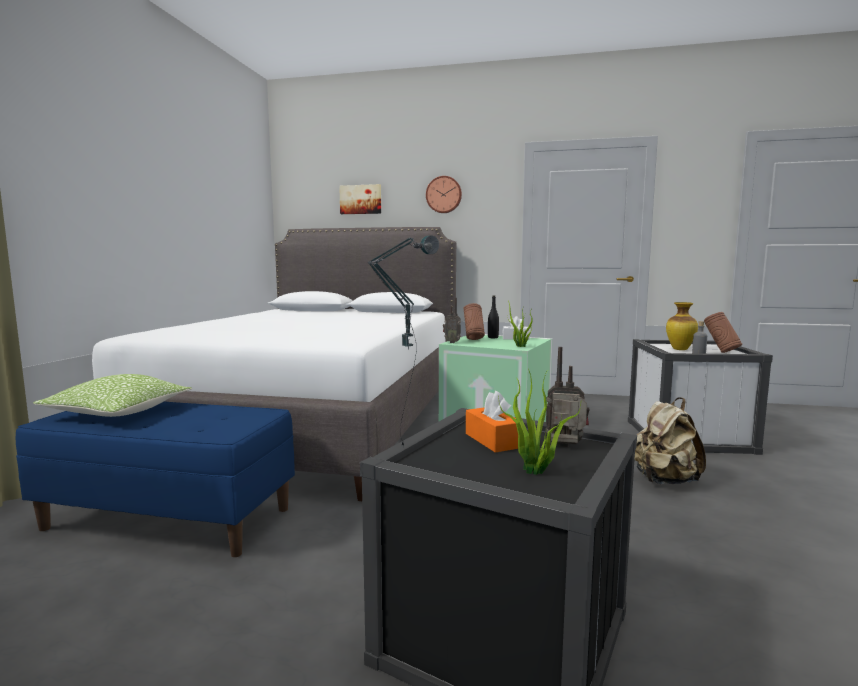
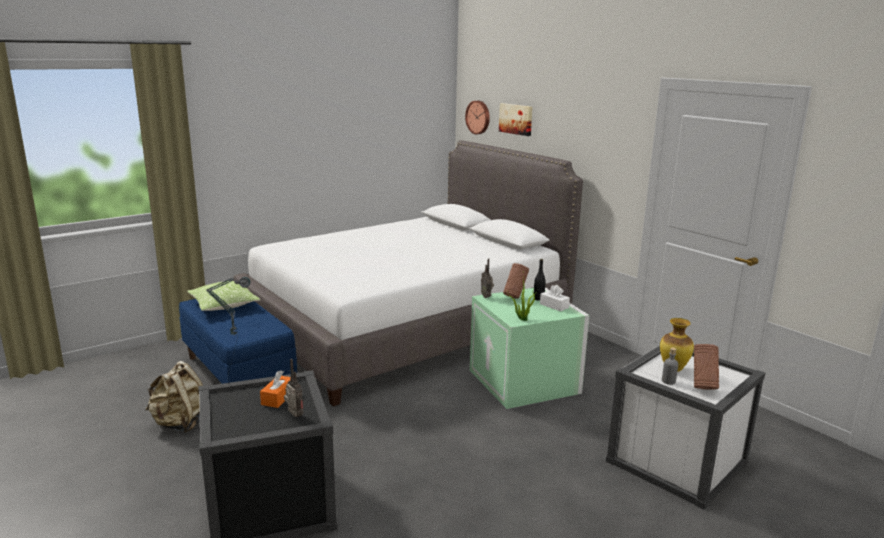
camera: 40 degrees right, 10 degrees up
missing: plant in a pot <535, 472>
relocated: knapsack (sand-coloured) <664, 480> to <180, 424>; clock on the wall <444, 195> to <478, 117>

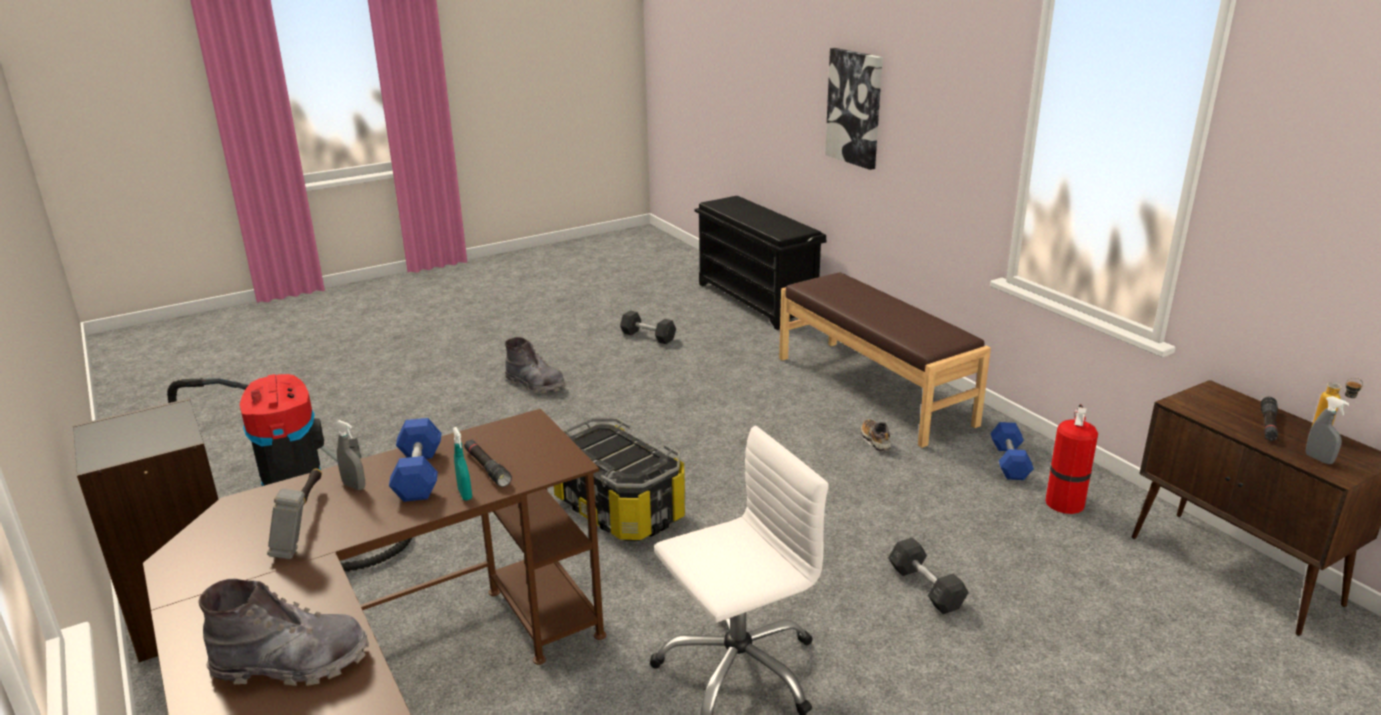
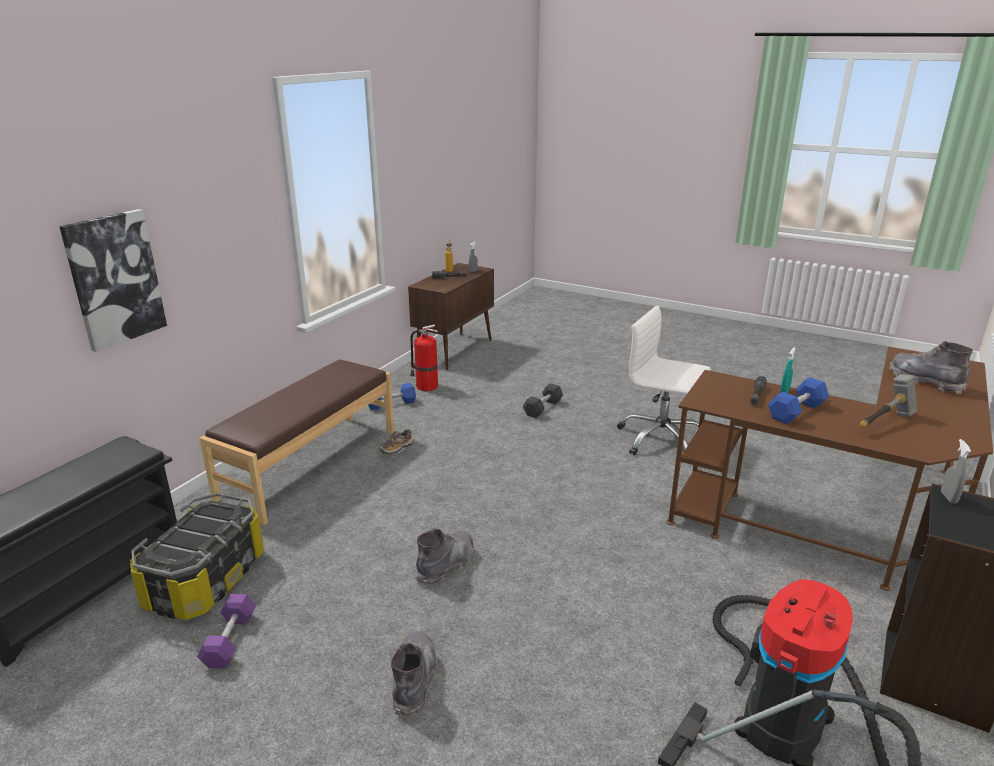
camera: 120 degrees left, 0 degrees up
appeared: boot (greyish) <446, 565>
relocated: storage box <620, 508> to <205, 580>; sprayer (greyish) <354, 486> to <948, 497>
colour: dumbbell (greyish) <648, 336> to dumbbell (purplish) <230, 640>

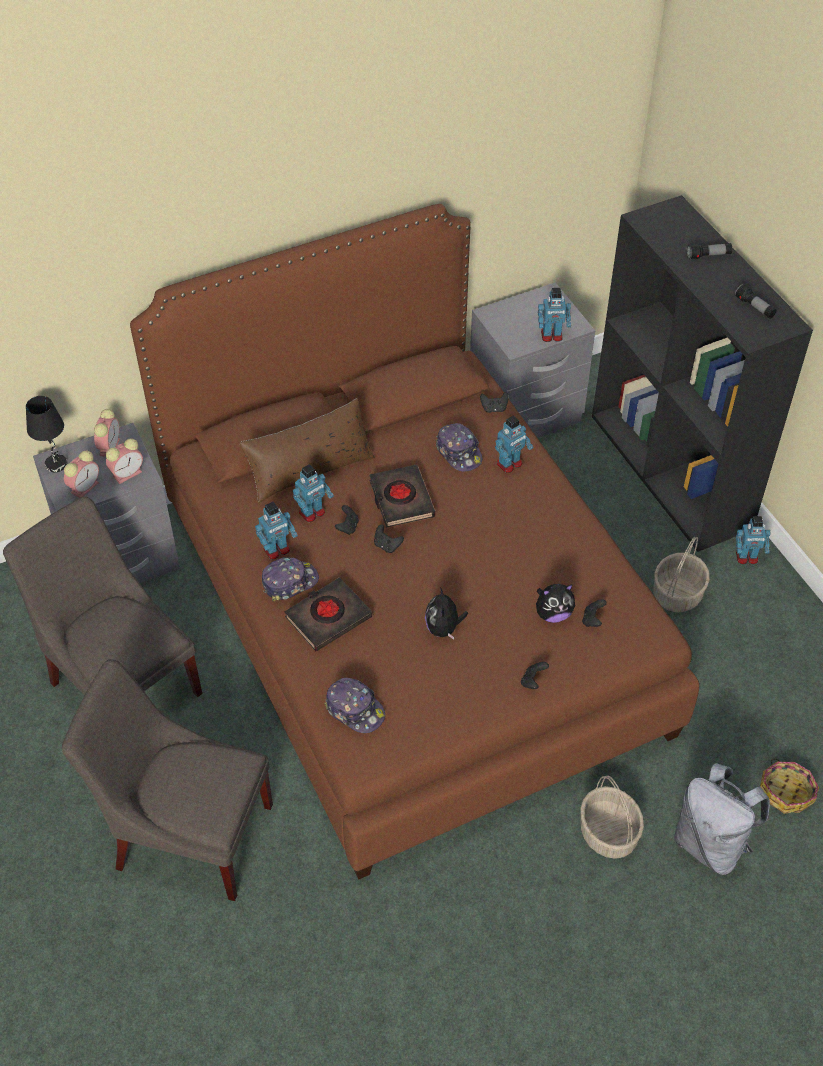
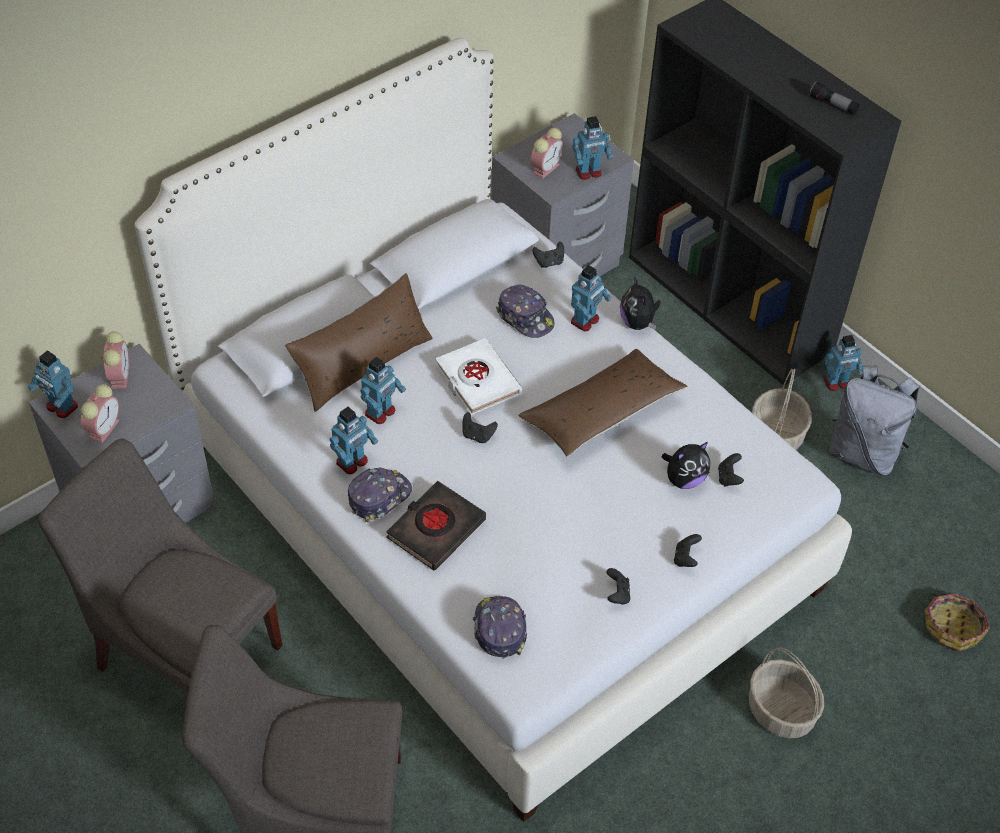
camera: 15 degrees left, 0 degrees up
missing: hand torch <708, 256>
appeared: throw pillow (brown) <601, 412>
relocated: table clock <128, 473> to <546, 168>; joypad (black-coloured) <347, 527> to <617, 594>; cuddly toy <443, 629> to <638, 323>; knapsack (greyish) <711, 843> to <863, 452>
exchanged: tabletop lamp (black-coloured) <57, 464> to model robot <61, 407>
colour: bedroom bed (brown) <410, 617> to bedroom bed (white) <495, 514>; book (black-coloured) <401, 499> to book (white) <477, 381>
spun: peaked cap <355, 710> = <499, 629> 120 degrees counterclockwise

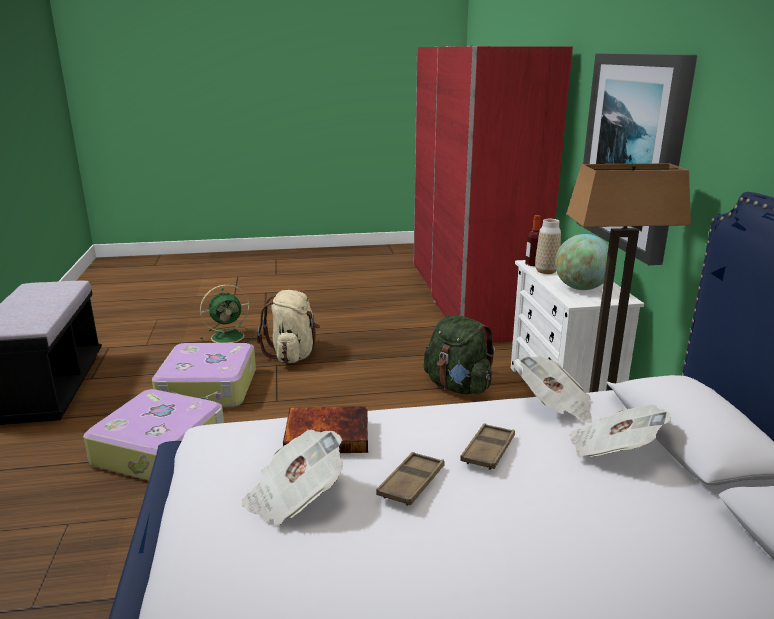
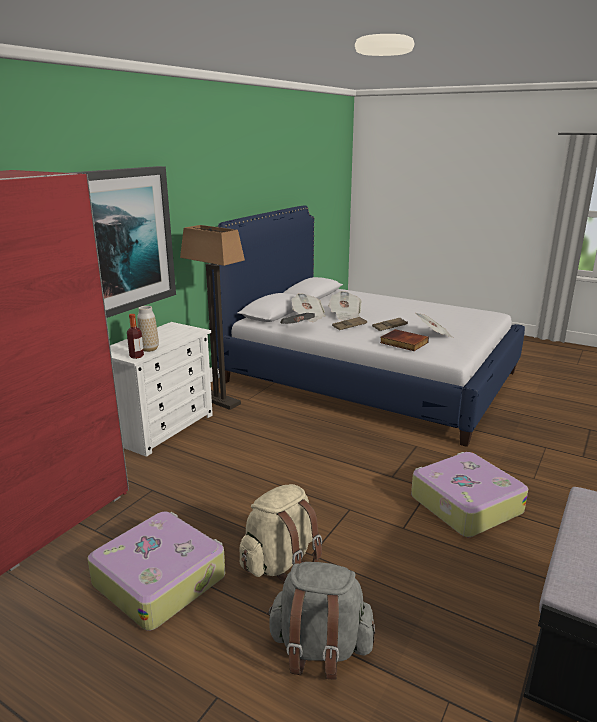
camera: 140 degrees left, 0 degrees up
missing: knapsack (green-coloured) <457, 387>; globe <580, 288>
appeared: printed paper <344, 315>
relocated: suitcase <209, 388> to <160, 579>
exchanged: electric fan (green-coloured) <229, 336> to knapsack (greyish) <319, 649>

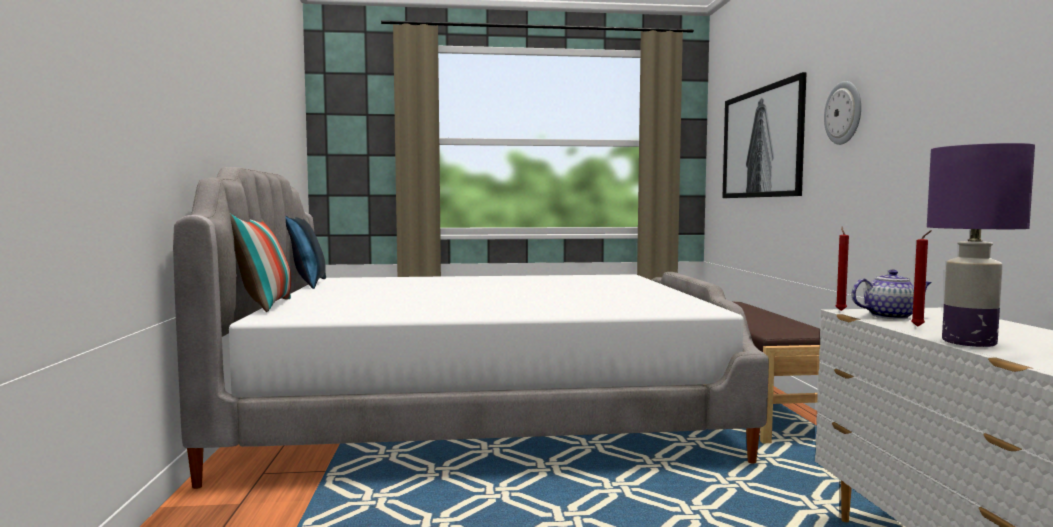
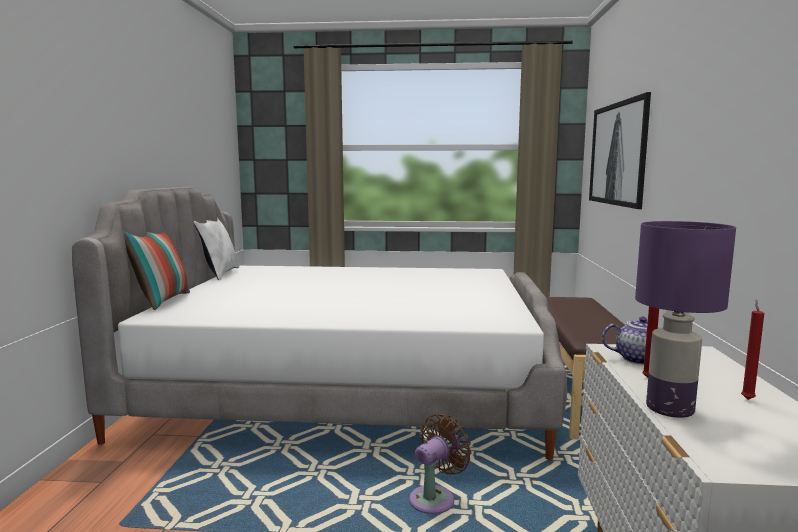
camera: 10 degrees right, 5 degrees up
missing: clock on the wall <844, 113>
appeared: electric fan (brown) <435, 498>
relocated: wax candle (reddish) <840, 310> to <747, 399>
colour: throw pillow (blue-coloured) <305, 284> to throw pillow (white) <218, 274>

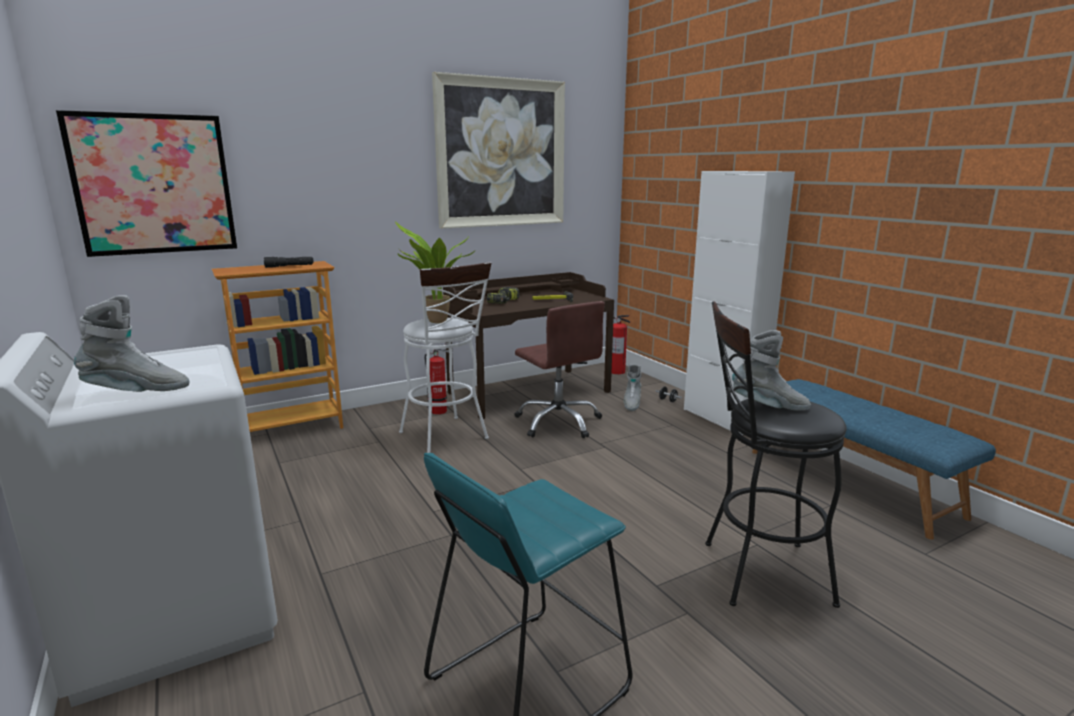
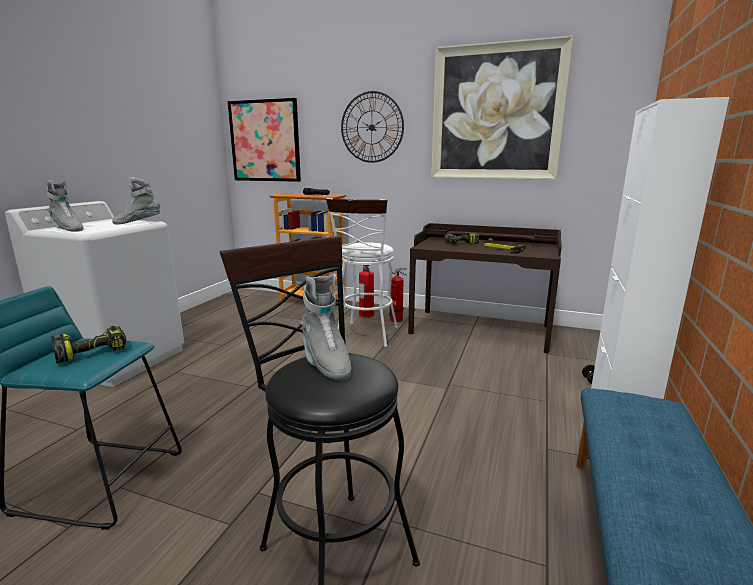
camera: 50 degrees right, 0 degrees up
missing: plant in a pot <436, 322>; office chair (brown) <558, 422>
appeared: electric drill <92, 351>; clock on the wall <371, 127>
relocated: boot (greyish) <631, 404> to <138, 223>; extinguisher <616, 371> to <366, 314>

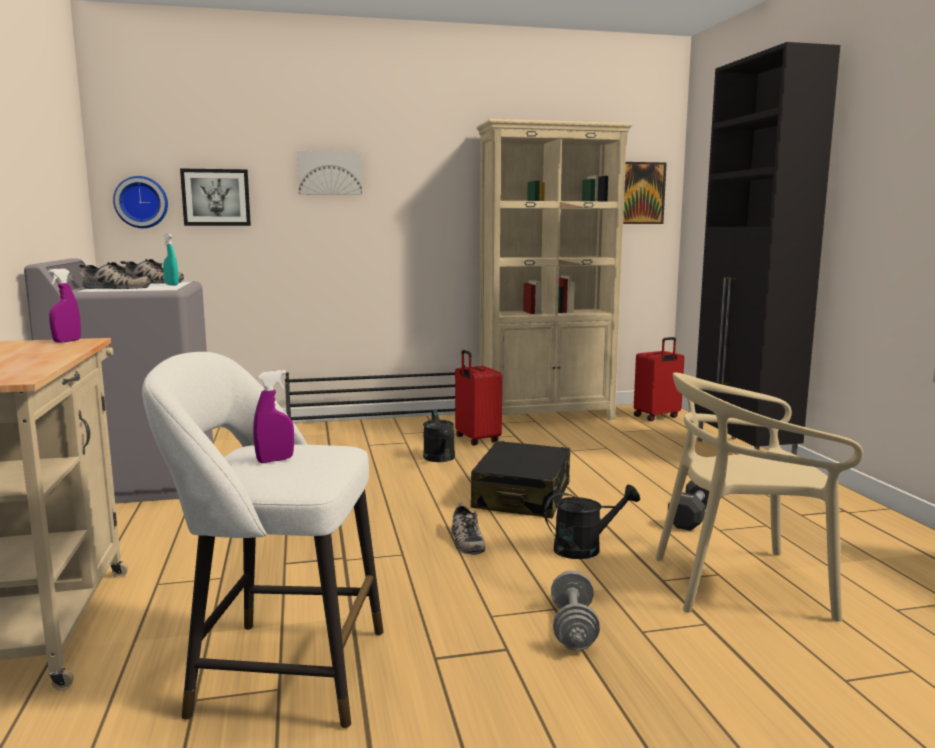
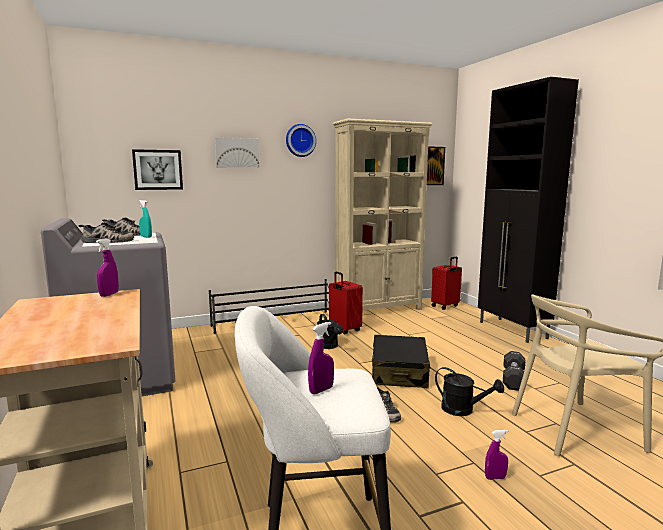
camera: 10 degrees left, 0 degrees up
relocated: clock on the wall <141, 202> to <300, 140>
exchanged: dumbbell (greyish) <573, 628> to sprayer (purplish) <495, 477>
spun: sprinkling can (black-coloured) <585, 548> = <463, 410> 60 degrees clockwise

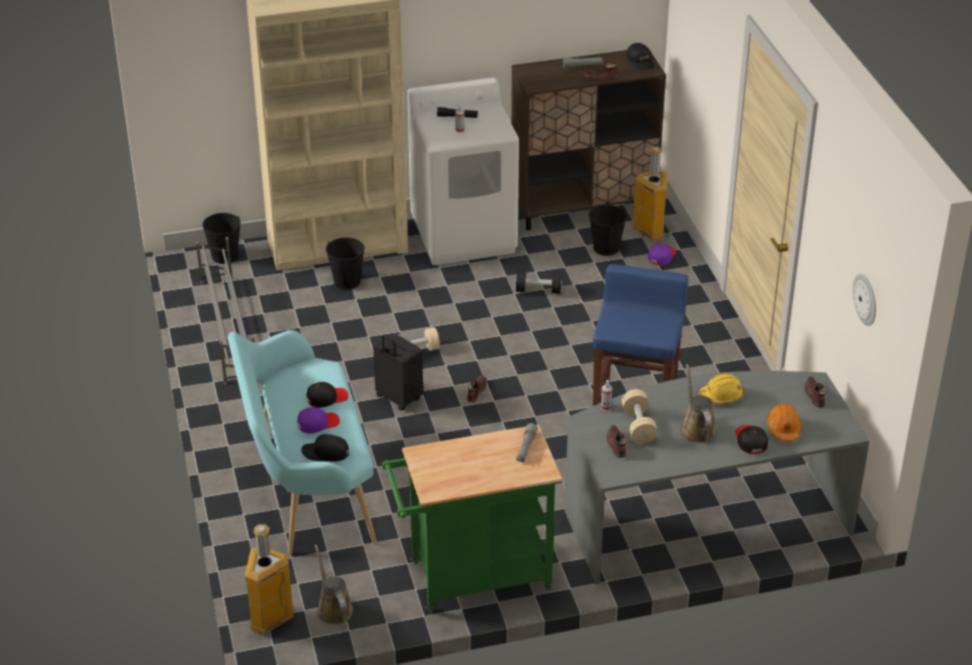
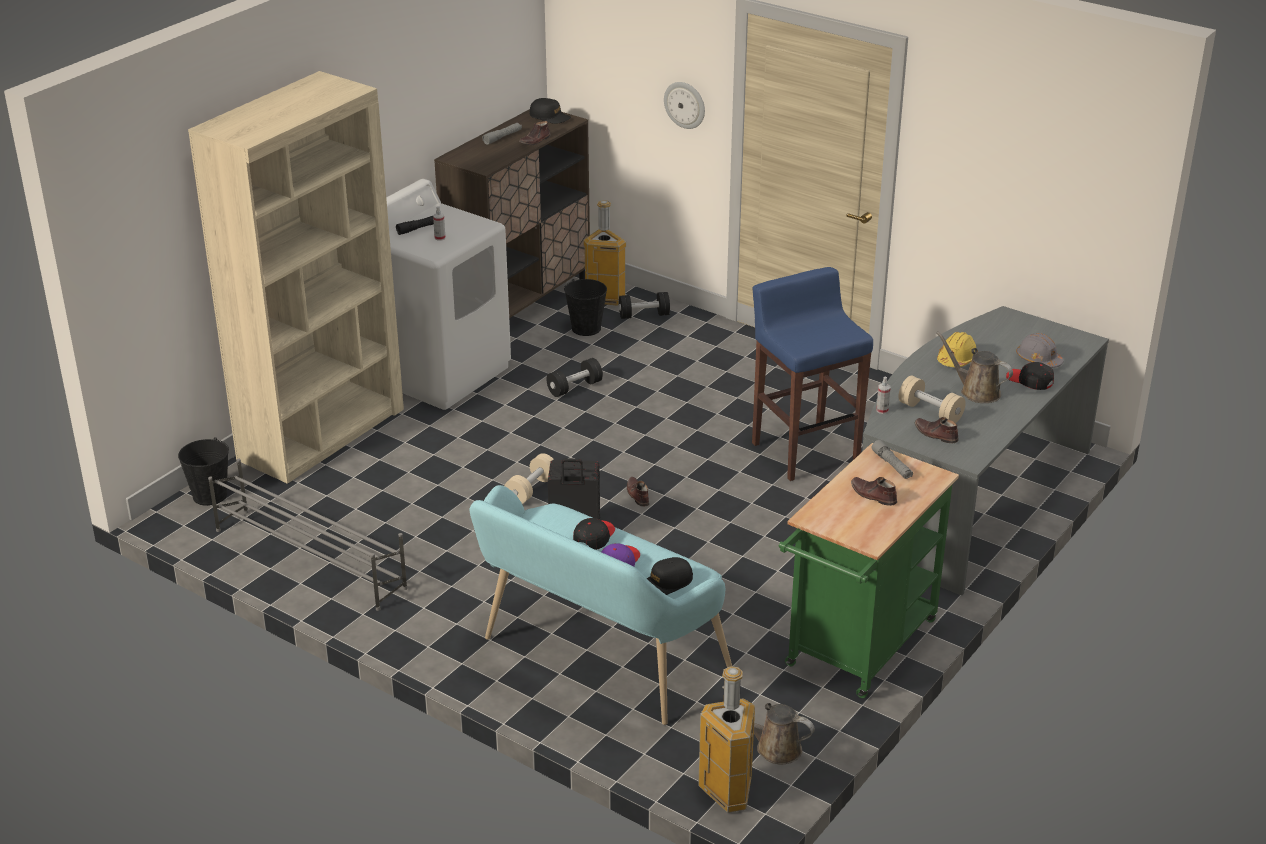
camera: 40 degrees left, 5 degrees down
missing: water bucket (black-coloured) <347, 281>
relocated: clock on the wall <866, 299> to <685, 104>; item of footwear (brown) <814, 395> to <873, 495>
exchanged: peaked cap (purplish) <661, 257> to dumbbell (black-coloured) <644, 315>
colour: work helmet (orange) <783, 429> to work helmet (greyish) <1038, 360>

